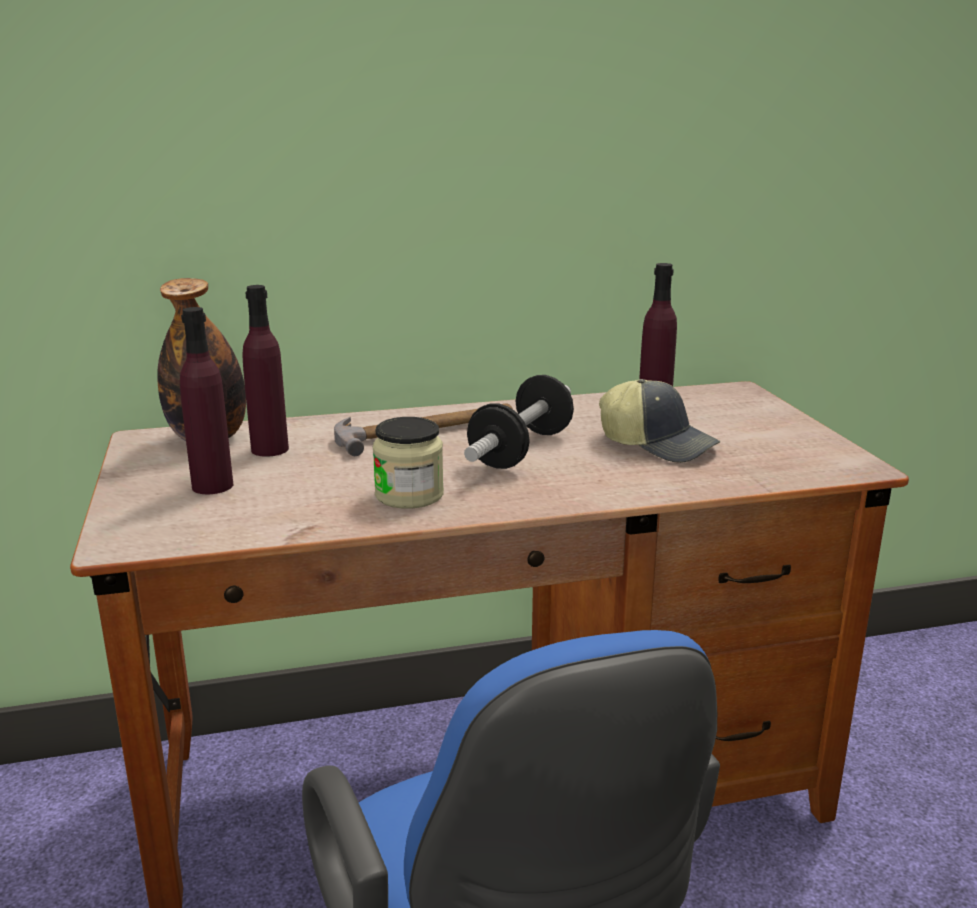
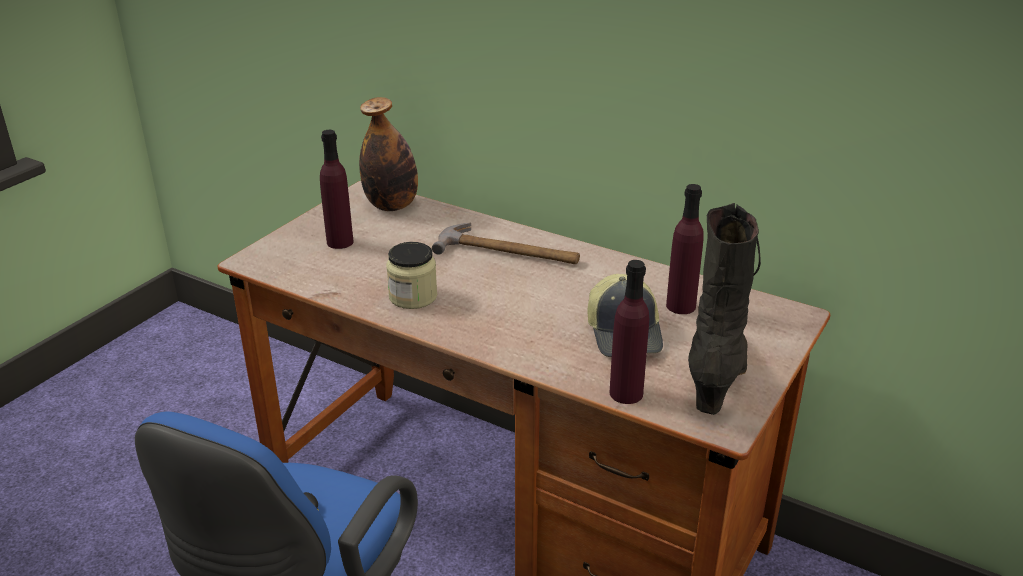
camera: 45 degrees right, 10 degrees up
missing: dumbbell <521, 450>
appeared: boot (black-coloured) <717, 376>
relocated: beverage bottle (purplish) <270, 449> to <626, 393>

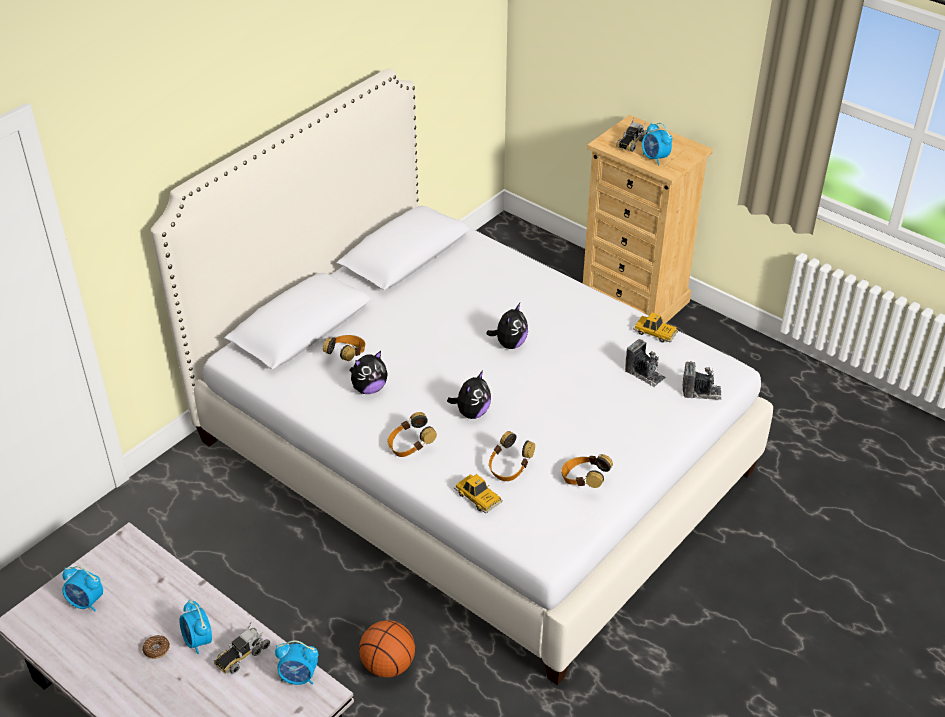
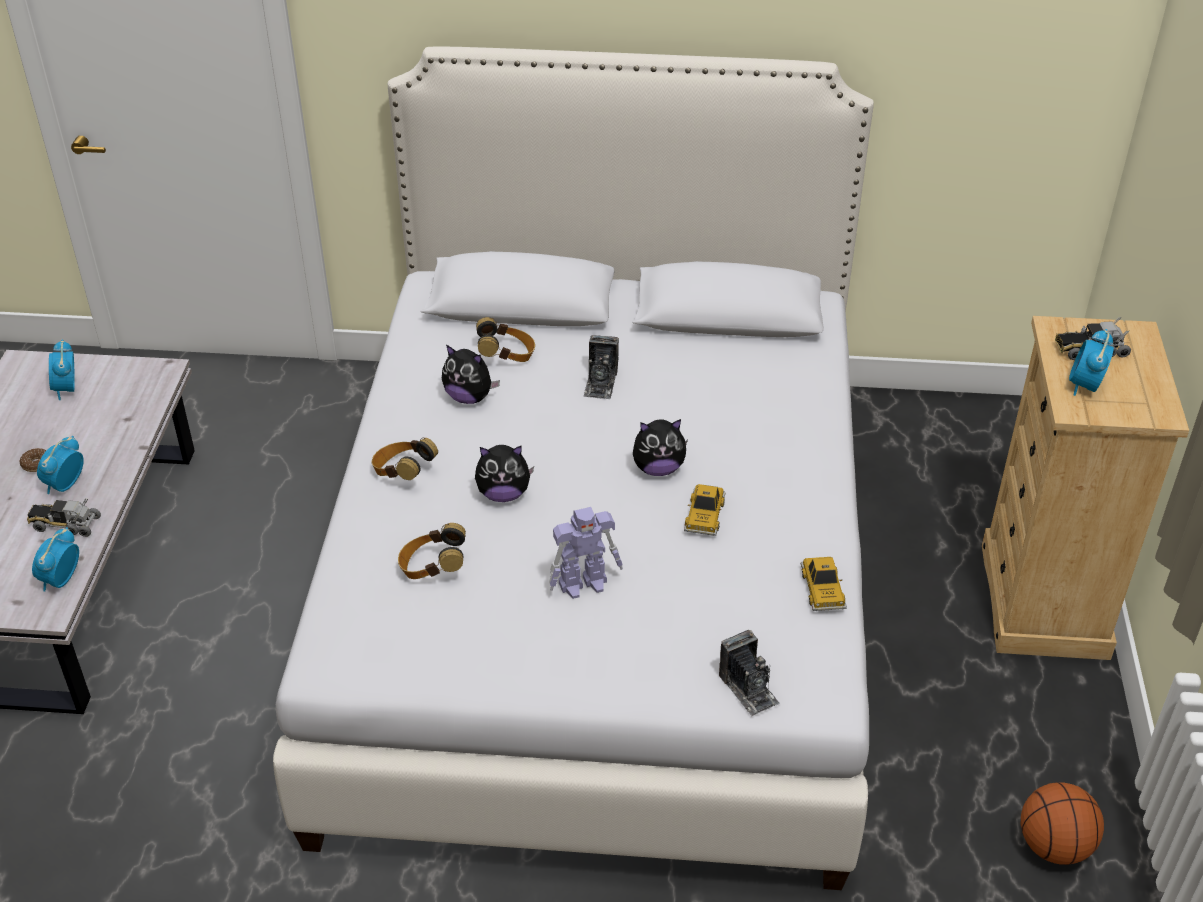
camera: 55 degrees right, 0 degrees up
missing: headset <584, 480>
appeared: model robot <584, 583>
relocated: still camera <644, 374> to <600, 382>; miniature car <478, 497> to <704, 516>; basketball <388, 665> to <1054, 846>
spun: table clock <299, 677> = <61, 580> 45 degrees clockwise

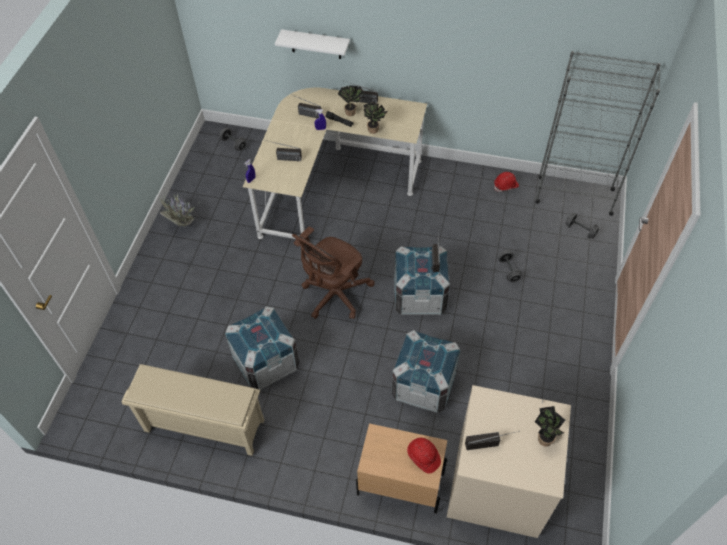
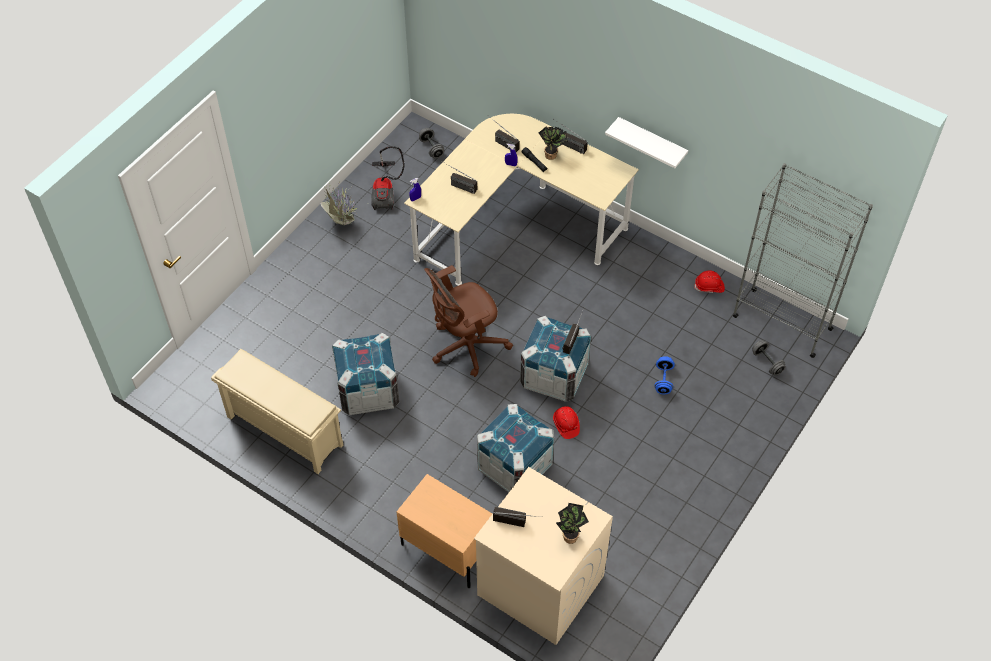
camera: 20 degrees right, 0 degrees up
missing: plant in a pot <374, 130>
appeared: hoover <386, 191>
relocated: work helmet (reddish) <423, 457> to <566, 425>; wall shelf (white) <316, 44> to <651, 143>
colour: dumbbell (greyish) <508, 270> to dumbbell (blue-coloured) <663, 380>

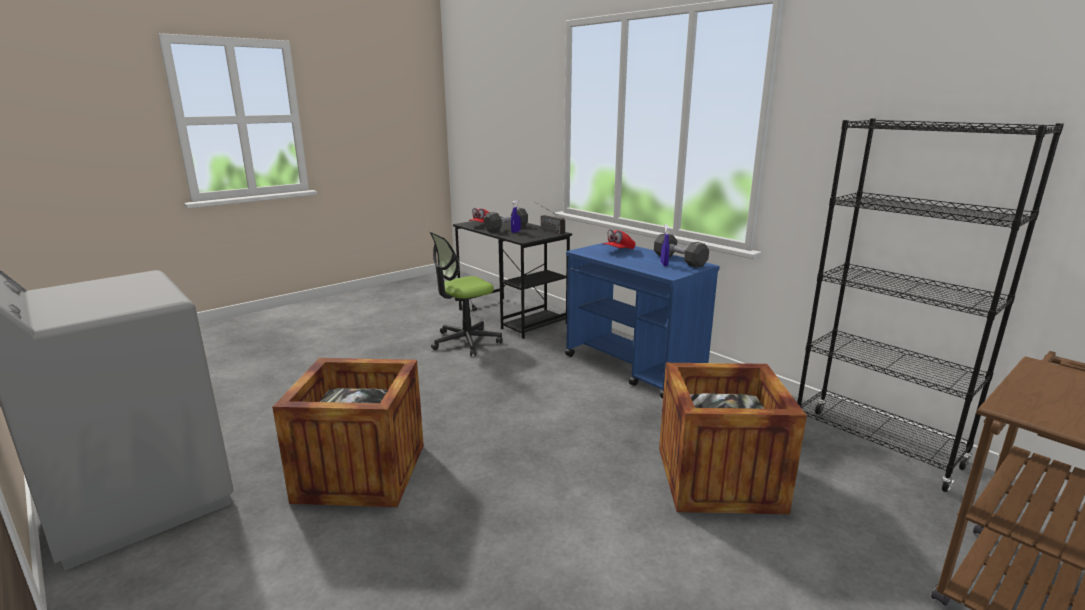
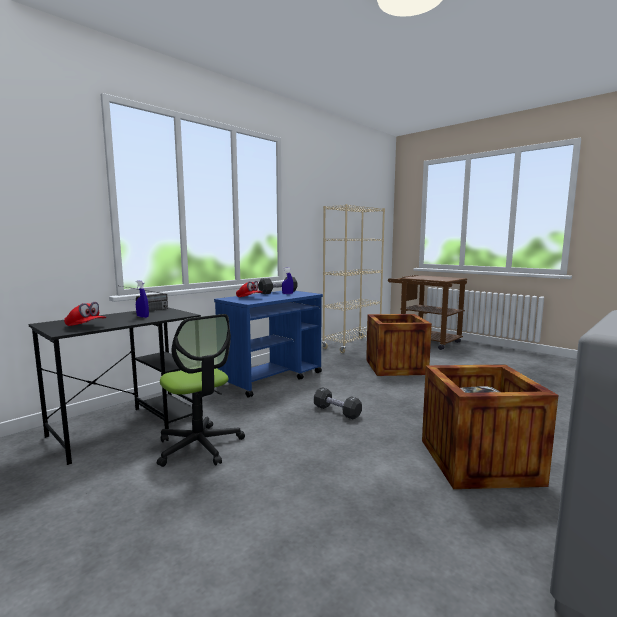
camera: 95 degrees left, 10 degrees down
relocated: dumbbell (black-coloured) <506, 228> to <337, 411>
colour: bookshelf (black-coloured) <875, 448> to bookshelf (sand-coloured) <352, 345>

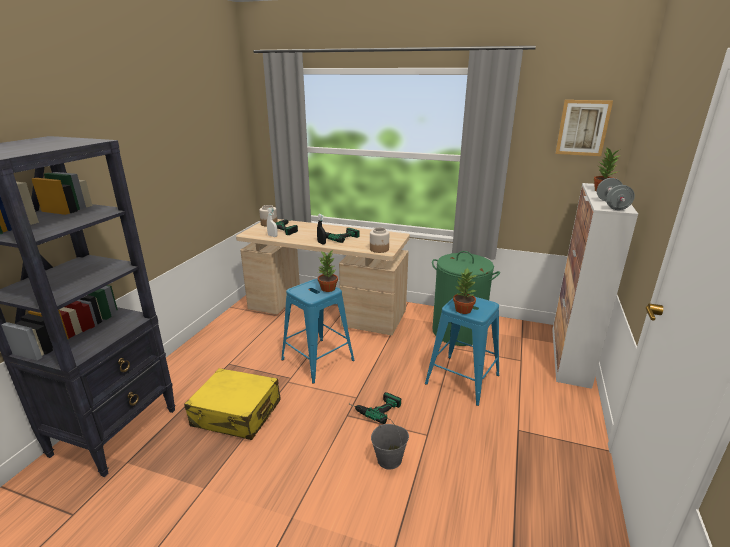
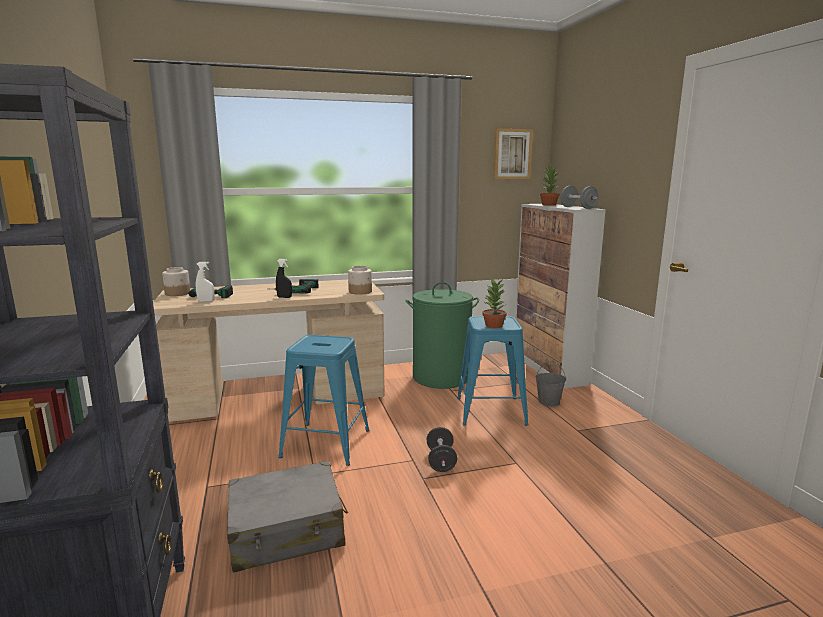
camera: 35 degrees left, 10 degrees down
missing: plant in a pot <328, 289>
relocated: water bucket (greyish) <389, 459> to <549, 402>
exchanged: electric drill <374, 407> to dumbbell (black-coloured) <441, 461>
colour: suitcase (yellow-coloured) <236, 413> to suitcase (greyish) <287, 531>

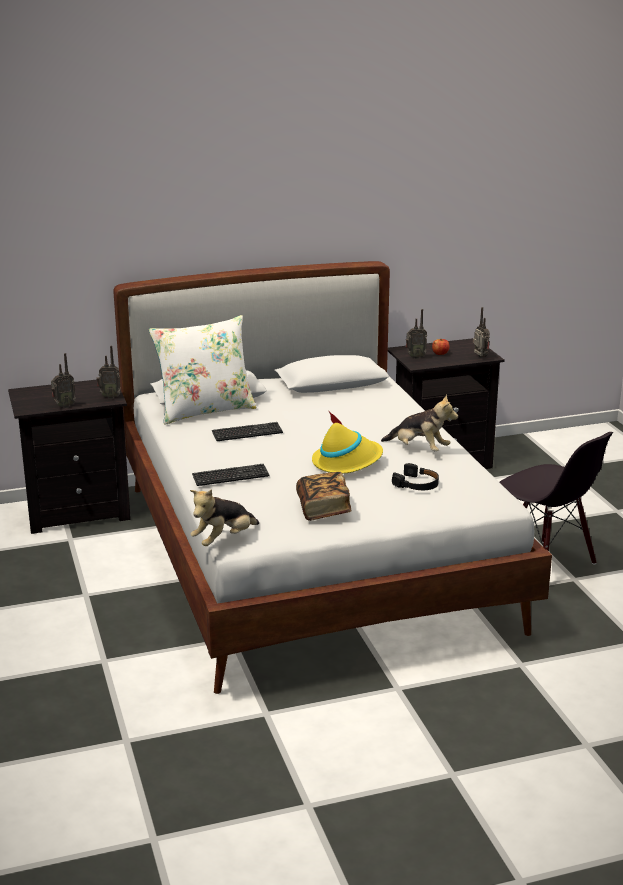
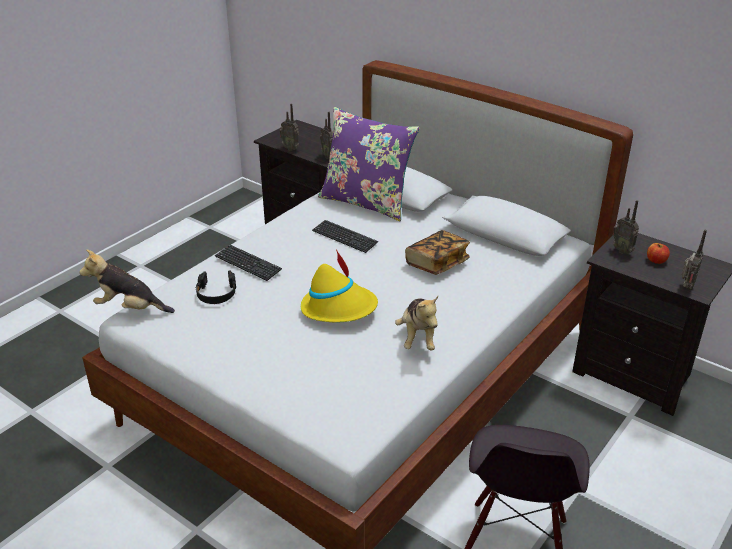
camera: 55 degrees right, 10 degrees up
relocated: headset (black-coloured) <417, 484> to <216, 293>; book <323, 509> to <437, 263>
colour: throw pillow (white) <205, 410> to throw pillow (purplish) <366, 202>

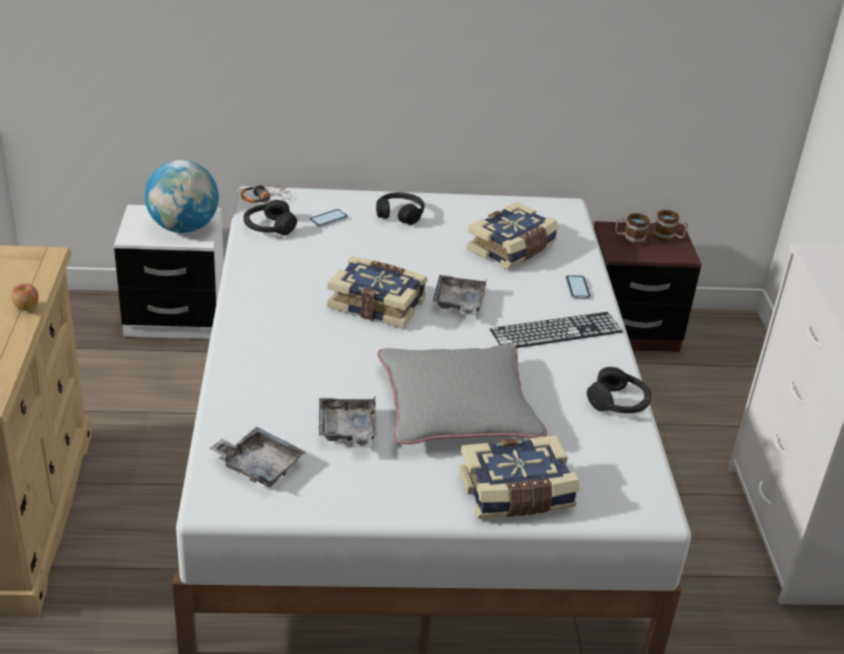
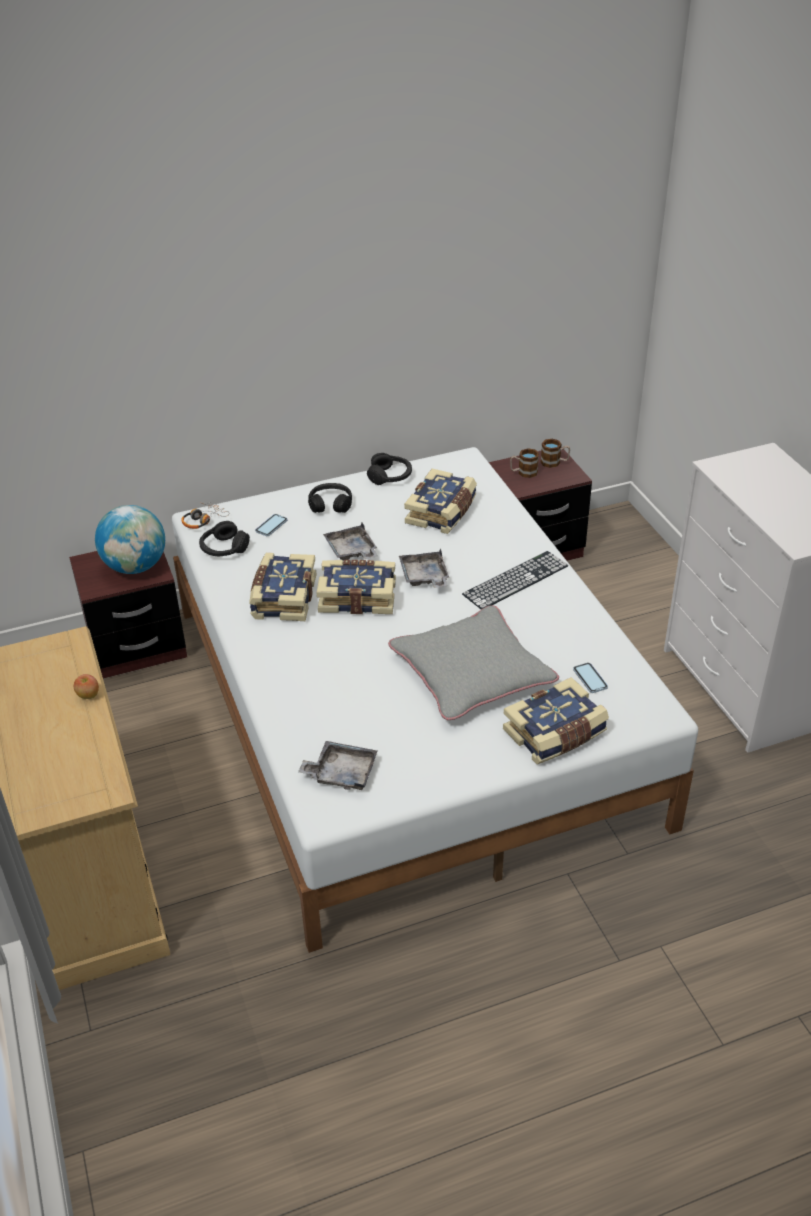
camera: 15 degrees left, 5 degrees up
appeared: book <283, 598>
relocated: tray (greyish) <347, 431> to <351, 551>; headset (black-coloured) <618, 402> to <390, 476>; telephone <577, 288> to <590, 679>
colour: night table (white) <175, 318> to night table (brown) <137, 647>

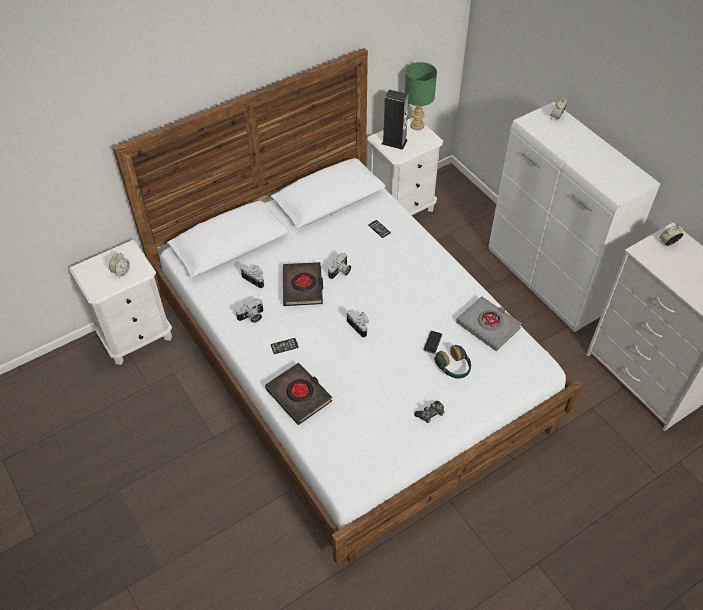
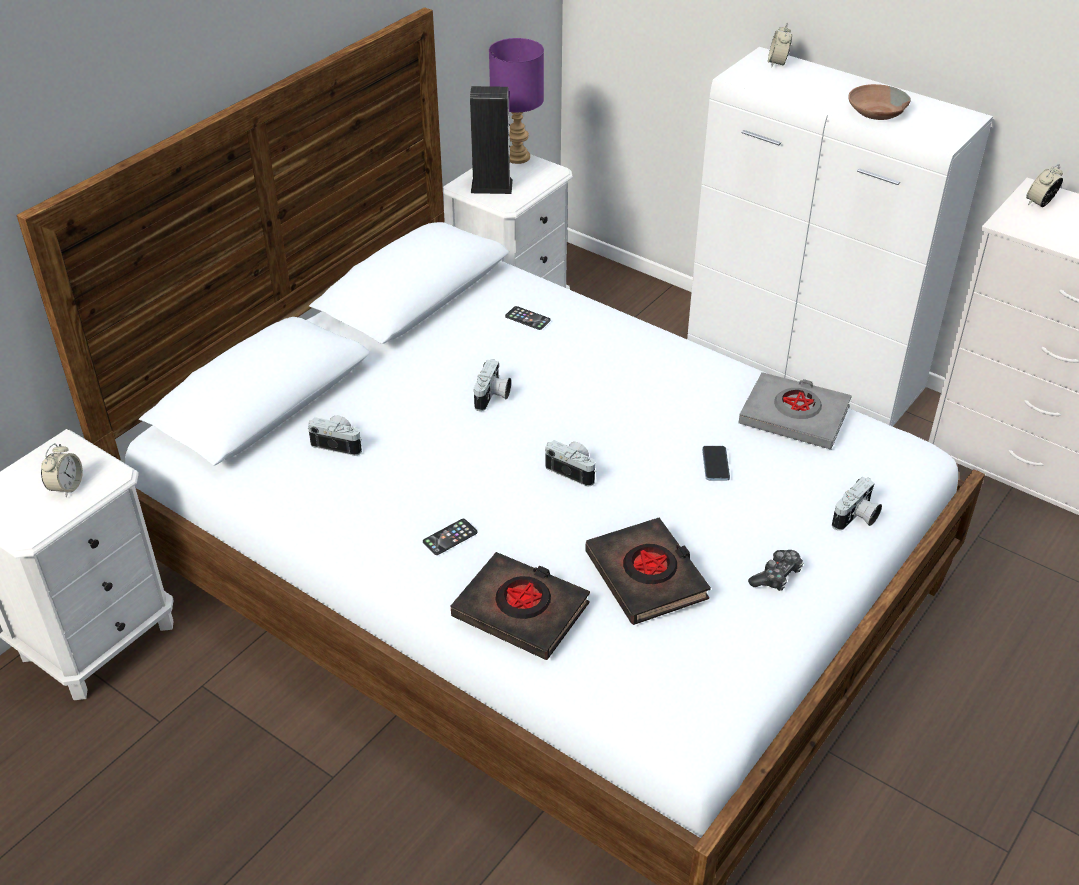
camera: 20 degrees left, 10 degrees down
missing: headset <454, 367>
appeared: bowl (brown) <876, 112>
relocated: book (black-coloured) <303, 287> to <646, 576>; still camera <251, 317> to <856, 518>
colour: tabletop lamp (green-coloured) <417, 126> to tabletop lamp (purplish) <518, 158>

